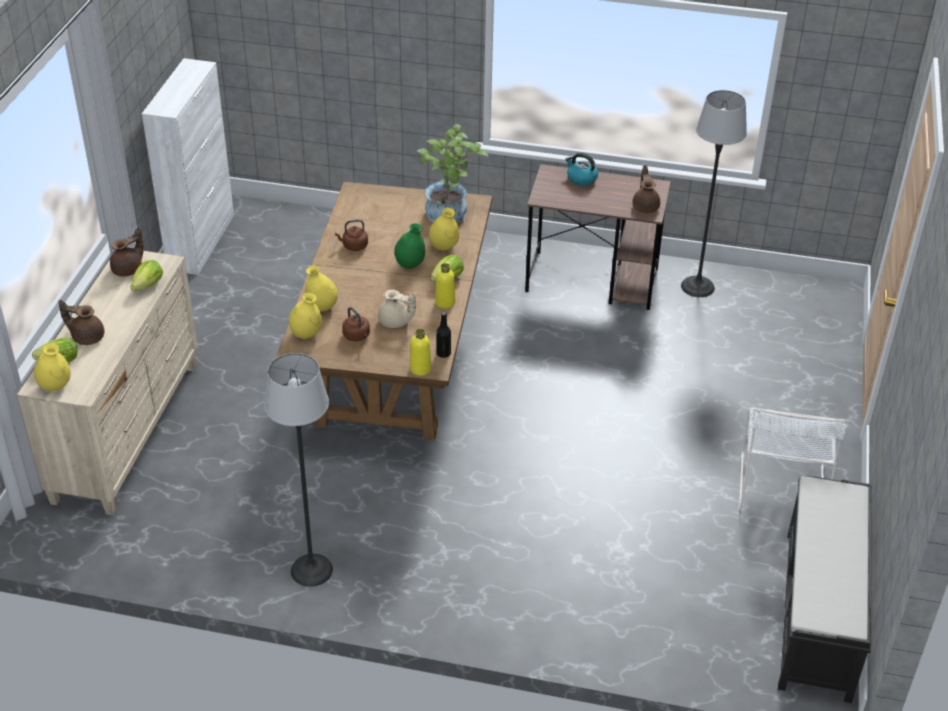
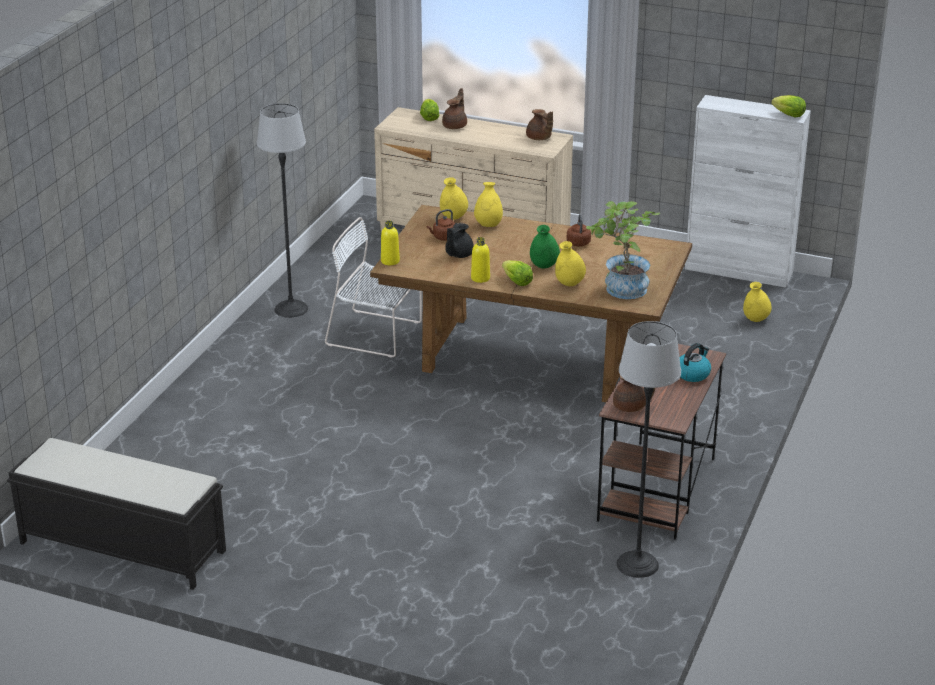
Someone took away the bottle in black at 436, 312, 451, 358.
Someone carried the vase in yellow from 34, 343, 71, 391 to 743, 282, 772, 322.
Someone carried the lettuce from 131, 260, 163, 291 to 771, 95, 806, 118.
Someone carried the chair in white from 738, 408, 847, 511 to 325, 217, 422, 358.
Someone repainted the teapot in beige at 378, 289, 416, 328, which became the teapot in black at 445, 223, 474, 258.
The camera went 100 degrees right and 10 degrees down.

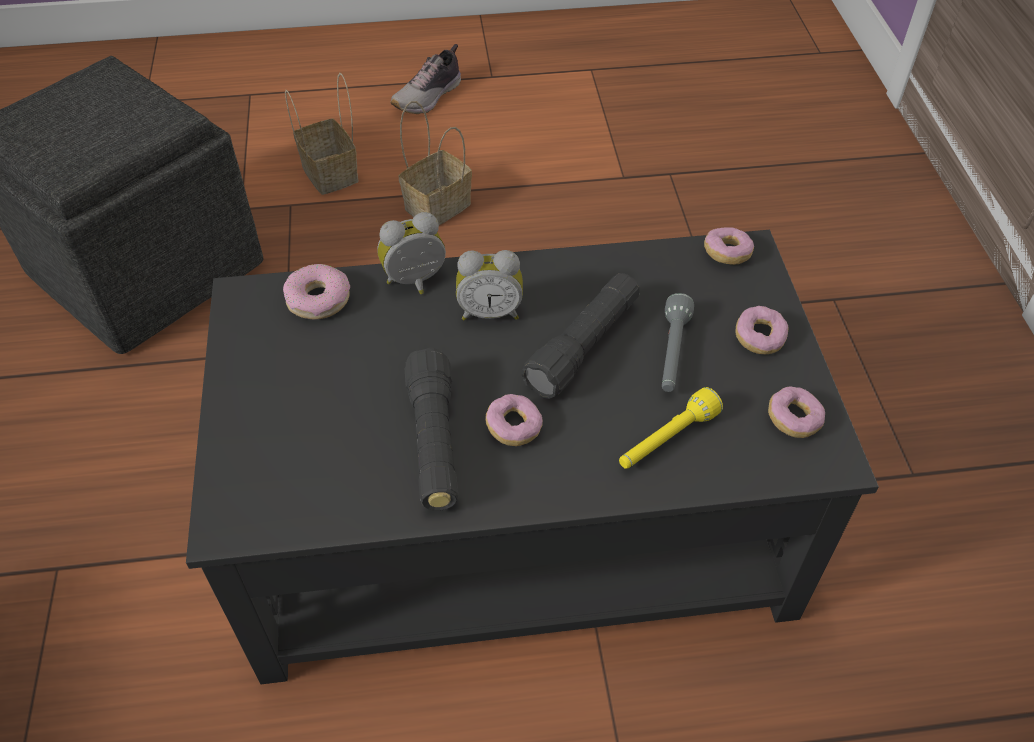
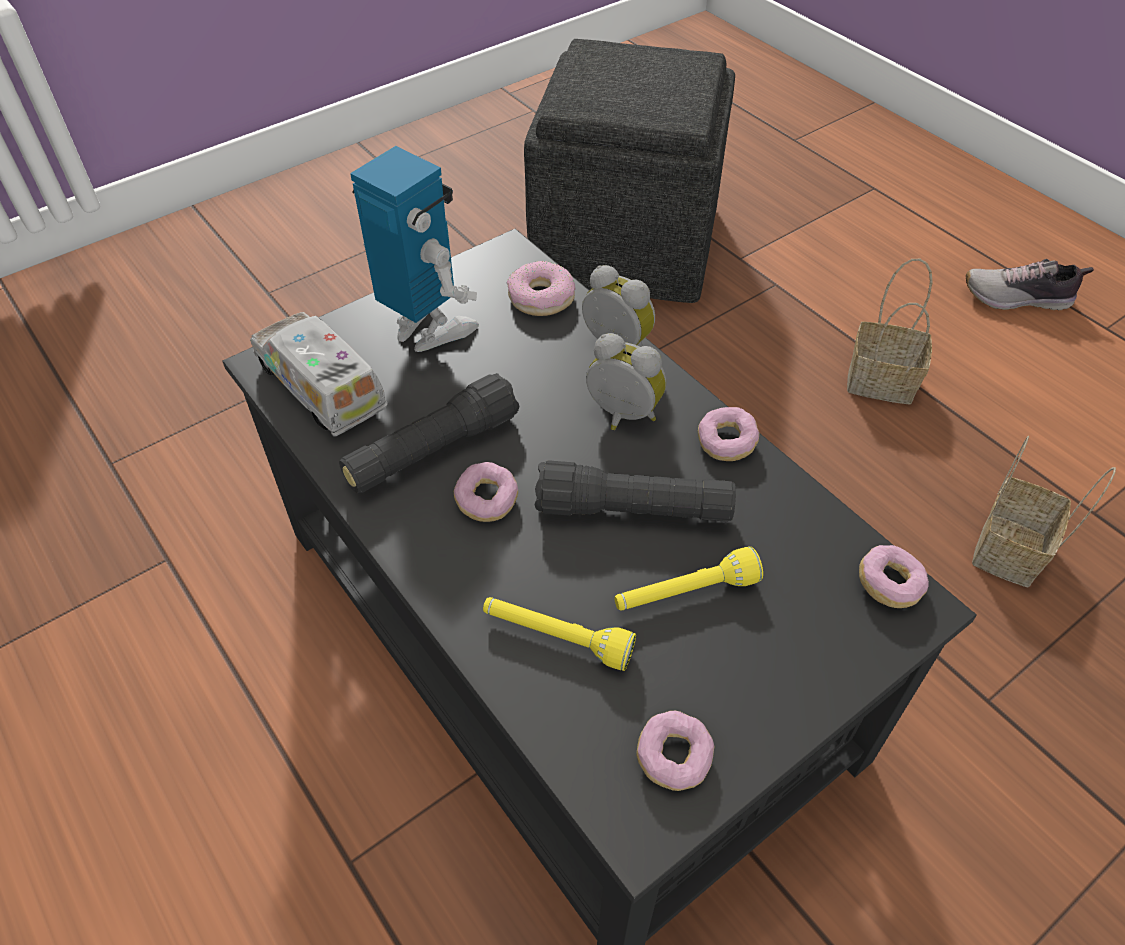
Someone put down the toy truck at 250, 312, 388, 437.
Someone put down the toy robot at 350, 146, 479, 352.
Someone carried the basket from 285, 73, 359, 195 to 972, 436, 1116, 587.
Someone carried the donut from 735, 306, 788, 354 to 698, 407, 759, 461.
Someone repainted the flashlight in grey at 662, 293, 694, 392, which became the flashlight in yellow at 614, 547, 763, 610.
Someone rotated the alarm clock at 456, 250, 523, 320 by 150 degrees clockwise.
The camera went 60 degrees right and 0 degrees up.

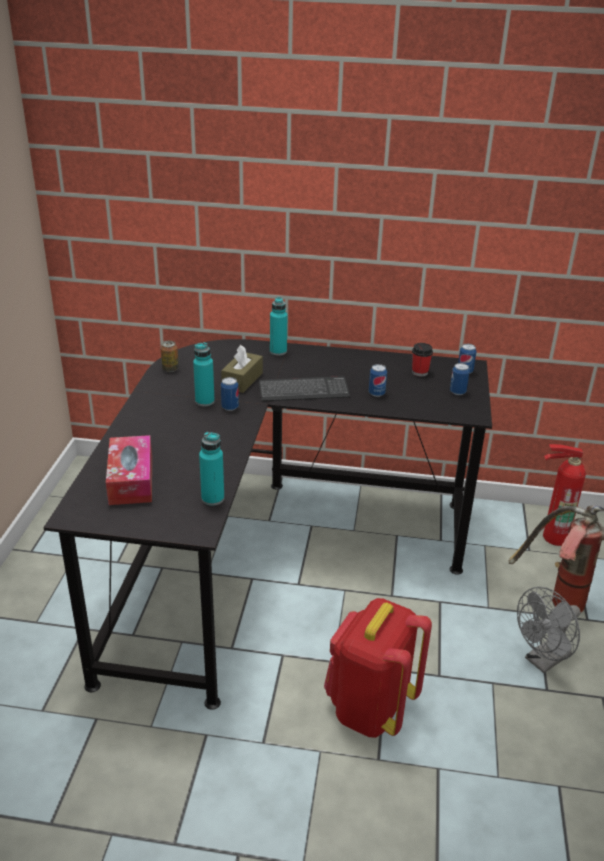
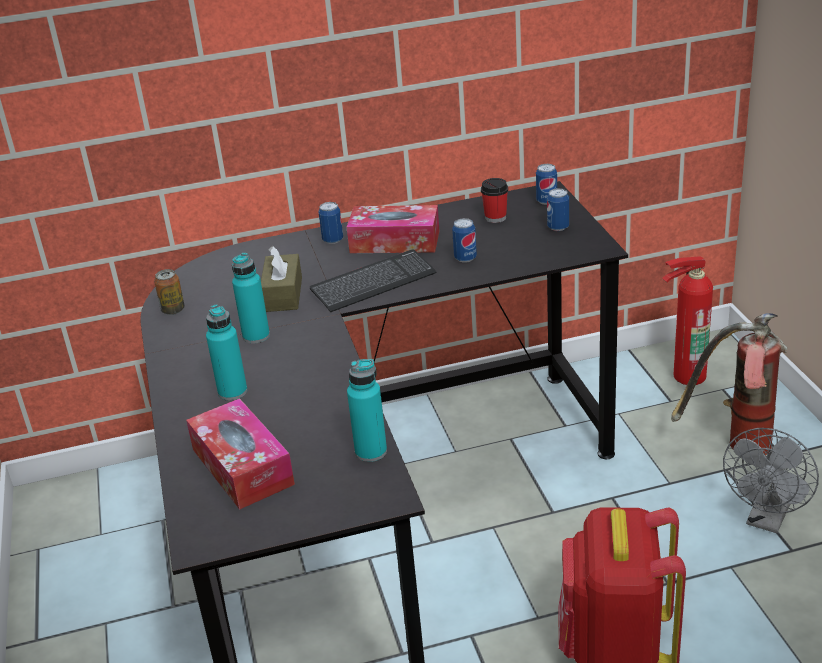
Someone put down the tissue box at 347, 205, 439, 253.
Someone carried the can from 221, 377, 239, 411 to 318, 202, 343, 244.
Someone carried the bottle in turquoise from 270, 297, 287, 356 to 206, 304, 247, 401.
The camera went 20 degrees left and 0 degrees up.

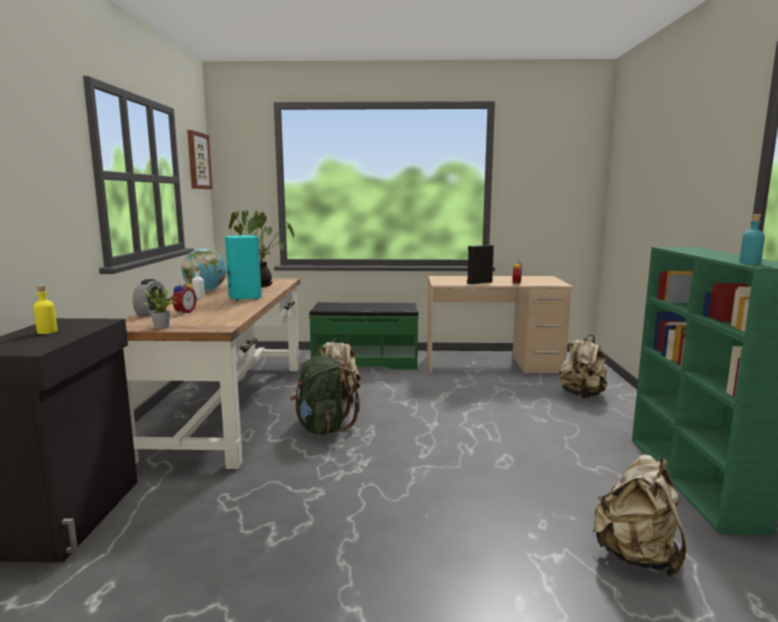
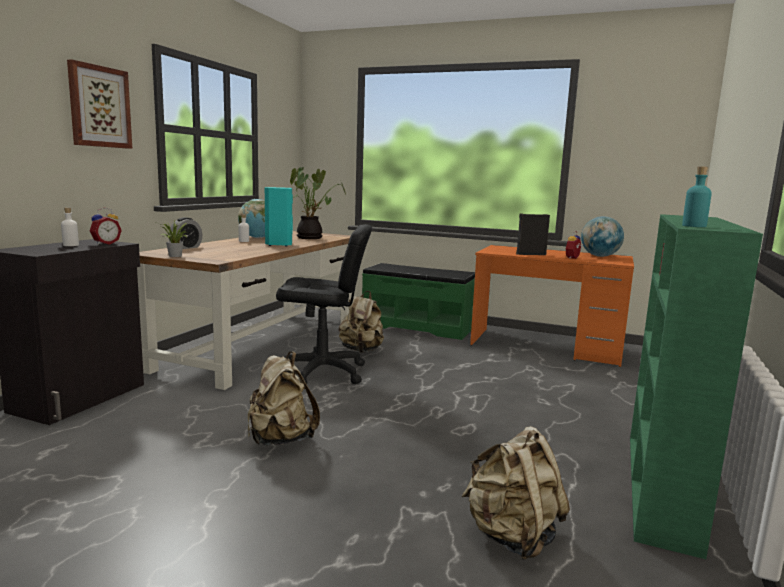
Someone put down the globe at 581, 216, 624, 257.
Someone carried the alarm clock from 171, 278, 197, 314 to 90, 208, 122, 245.
Someone carried the picture from 187, 130, 213, 189 to 67, 59, 132, 149.
Someone carried the backpack in beige from 559, 335, 608, 398 to 247, 351, 320, 445.
Someone swapped the backpack in green at 290, 356, 360, 435 for the office chair in black at 276, 224, 372, 384.
Someone repainted the bottle in yellow at 33, 285, 58, 334, which became the bottle in white at 61, 207, 79, 246.
Someone repainted the desk in beige at 427, 275, 573, 375, which became the desk in orange at 470, 245, 634, 367.
The camera went 20 degrees right and 0 degrees up.

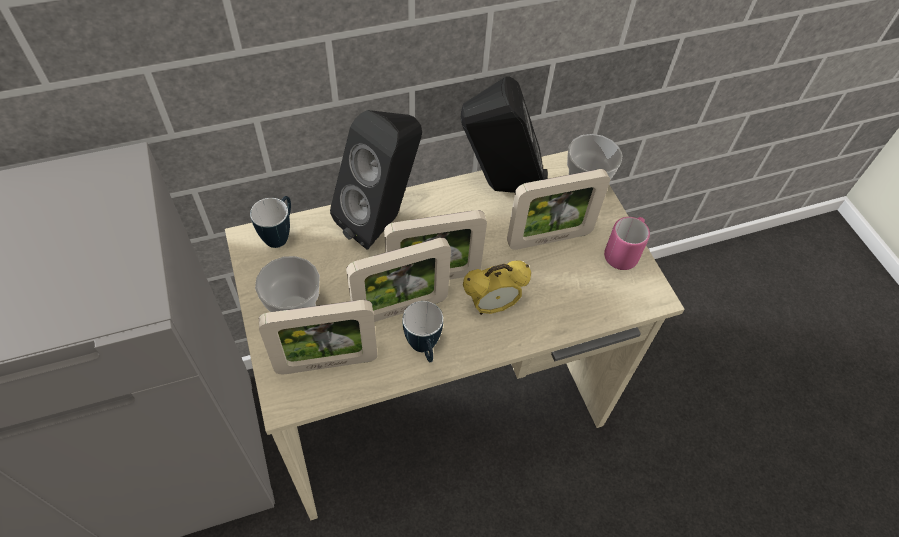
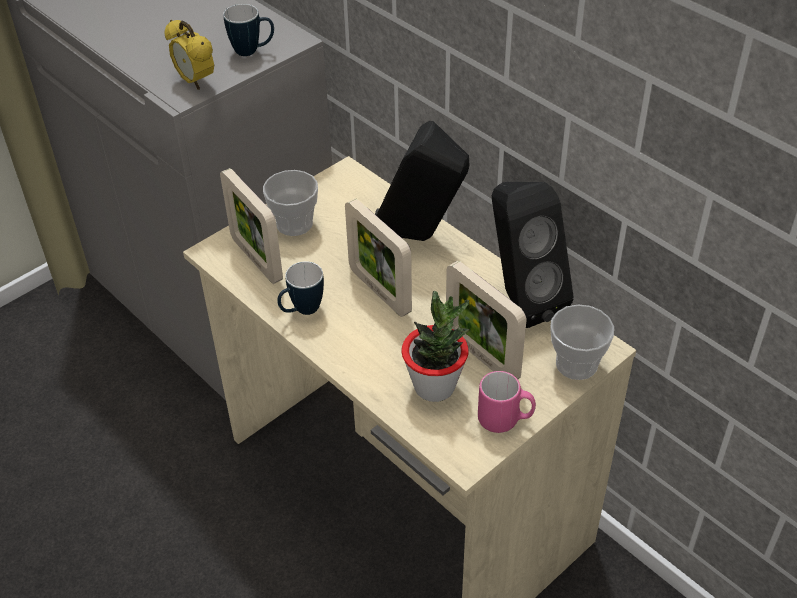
Someone took away the picture frame at 346, 238, 451, 322.
Someone put down the potted plant at 401, 291, 470, 402.
Someone carried the mug from 250, 196, 291, 248 to 223, 4, 274, 56.
Someone carried the alarm clock from 463, 260, 531, 315 to 165, 20, 214, 90.
The camera went 70 degrees right and 10 degrees down.

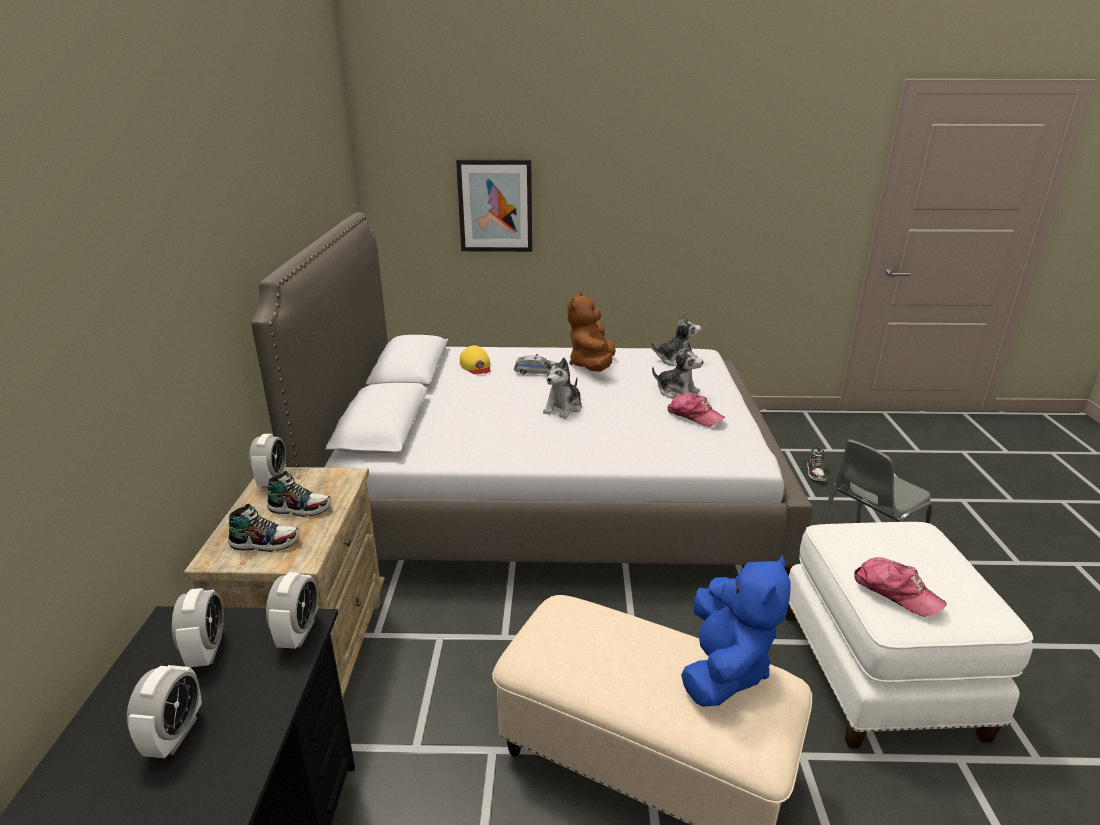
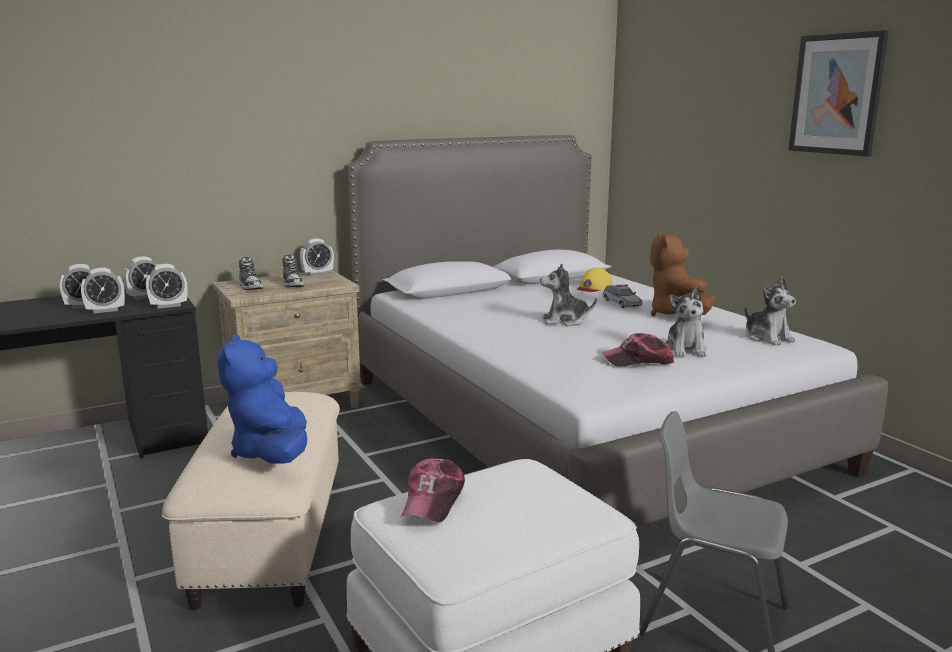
Someone took away the shoe at 807, 447, 826, 482.
Someone put down the alarm clock at 81, 268, 125, 314.
Someone carried the picture from 456, 159, 532, 252 to 788, 30, 889, 156.
Someone rotated the plush toy in brown at 567, 292, 616, 372 by 75 degrees counterclockwise.
Someone rotated the cap at 667, 393, 725, 427 by 75 degrees clockwise.
Someone rotated the plush toy in blue at 681, 555, 791, 707 by 90 degrees clockwise.
The camera went 60 degrees right and 10 degrees down.

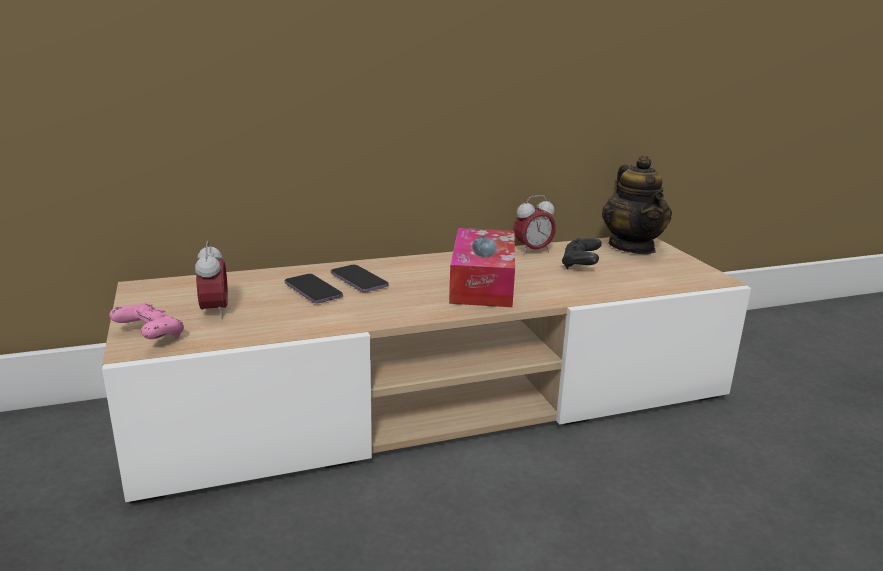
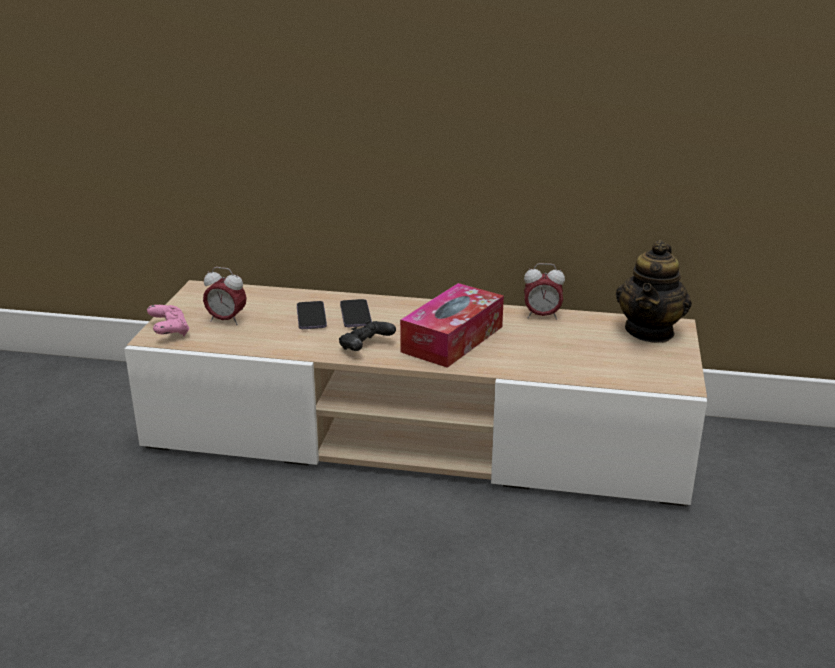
Someone carried the game controller in black from 562, 238, 602, 269 to 339, 320, 396, 351.
Someone rotated the alarm clock at 195, 241, 228, 319 by 90 degrees clockwise.
The camera went 30 degrees right and 5 degrees up.

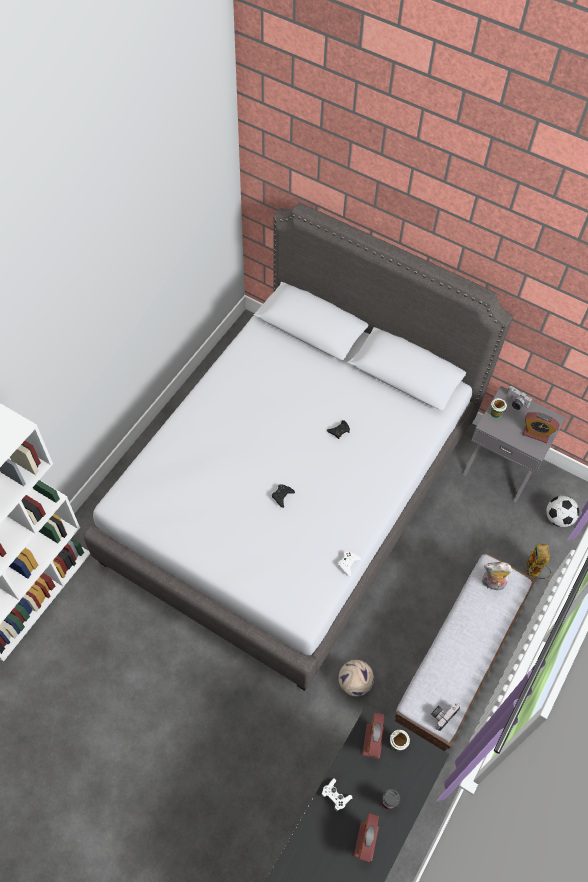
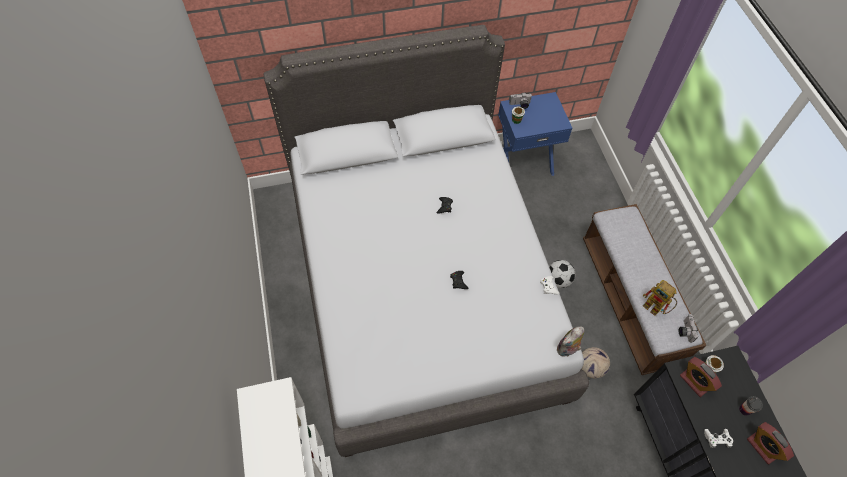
Someone took away the alarm clock at 523, 412, 559, 443.
Someone carried the plush toy from 482, 562, 512, 591 to 557, 326, 584, 357.
Someone carried the toy robot from 525, 544, 551, 579 to 643, 280, 677, 316.
Someone carried the football from 546, 496, 579, 527 to 549, 260, 575, 288.
Someone repainted the nightstand in grey at 463, 386, 566, 502, which became the nightstand in blue at 498, 92, 573, 176.
The camera went 45 degrees left and 0 degrees up.

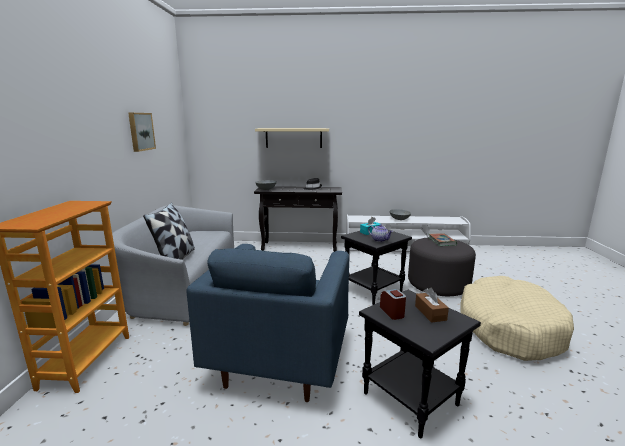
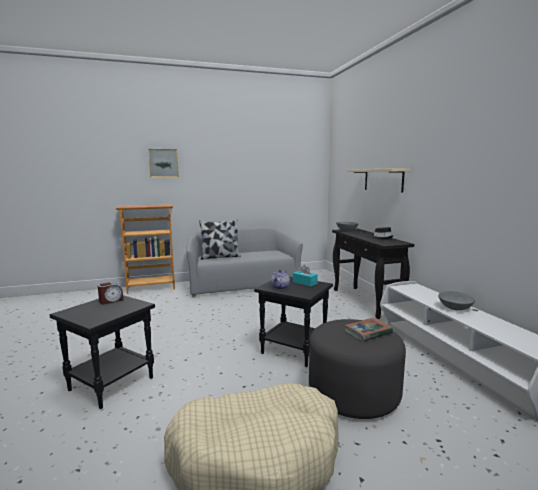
Someone took away the armchair in blue at 187, 244, 349, 402.
Someone took away the tissue box in brown at 415, 288, 449, 323.
Someone carried the picture from 128, 113, 156, 152 to 148, 149, 179, 177.
The camera went 70 degrees right and 5 degrees down.

